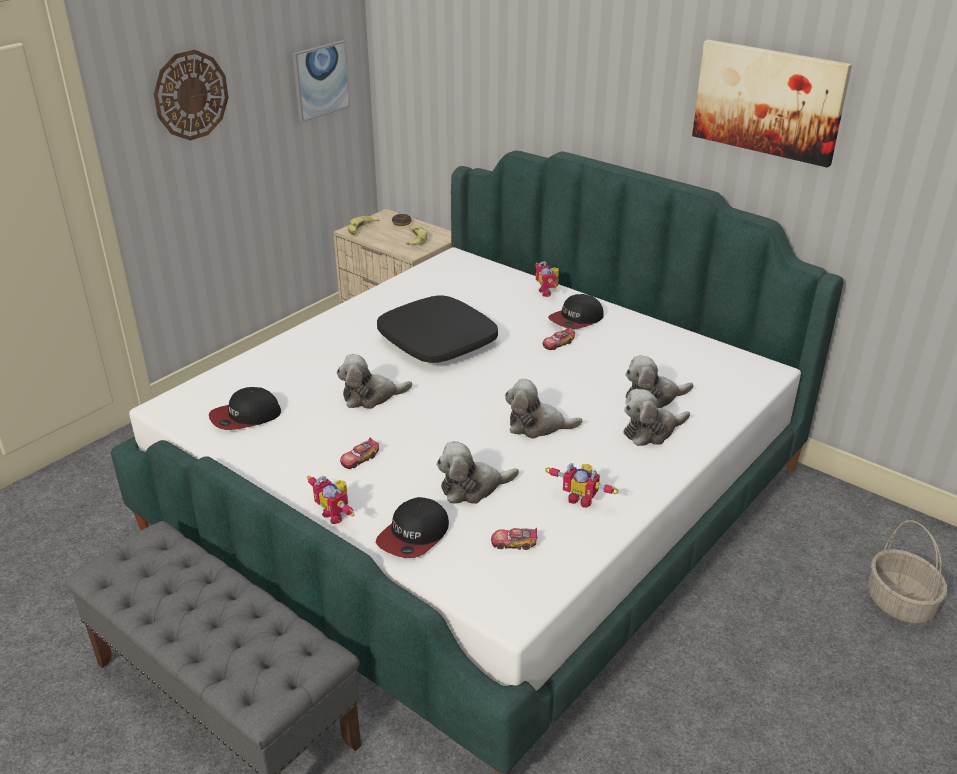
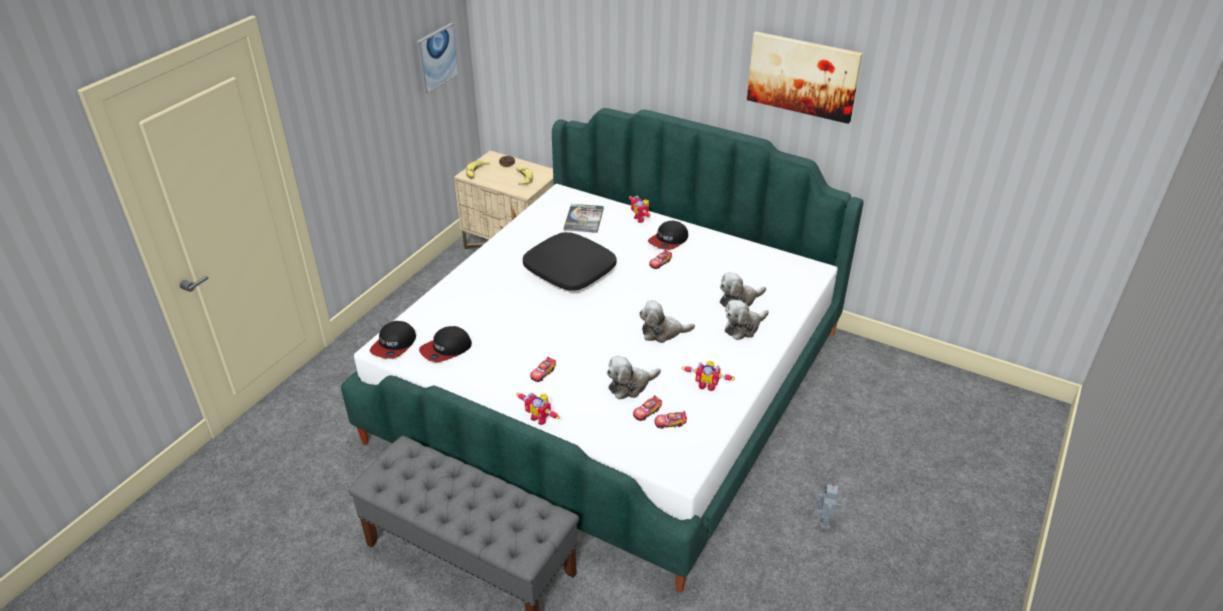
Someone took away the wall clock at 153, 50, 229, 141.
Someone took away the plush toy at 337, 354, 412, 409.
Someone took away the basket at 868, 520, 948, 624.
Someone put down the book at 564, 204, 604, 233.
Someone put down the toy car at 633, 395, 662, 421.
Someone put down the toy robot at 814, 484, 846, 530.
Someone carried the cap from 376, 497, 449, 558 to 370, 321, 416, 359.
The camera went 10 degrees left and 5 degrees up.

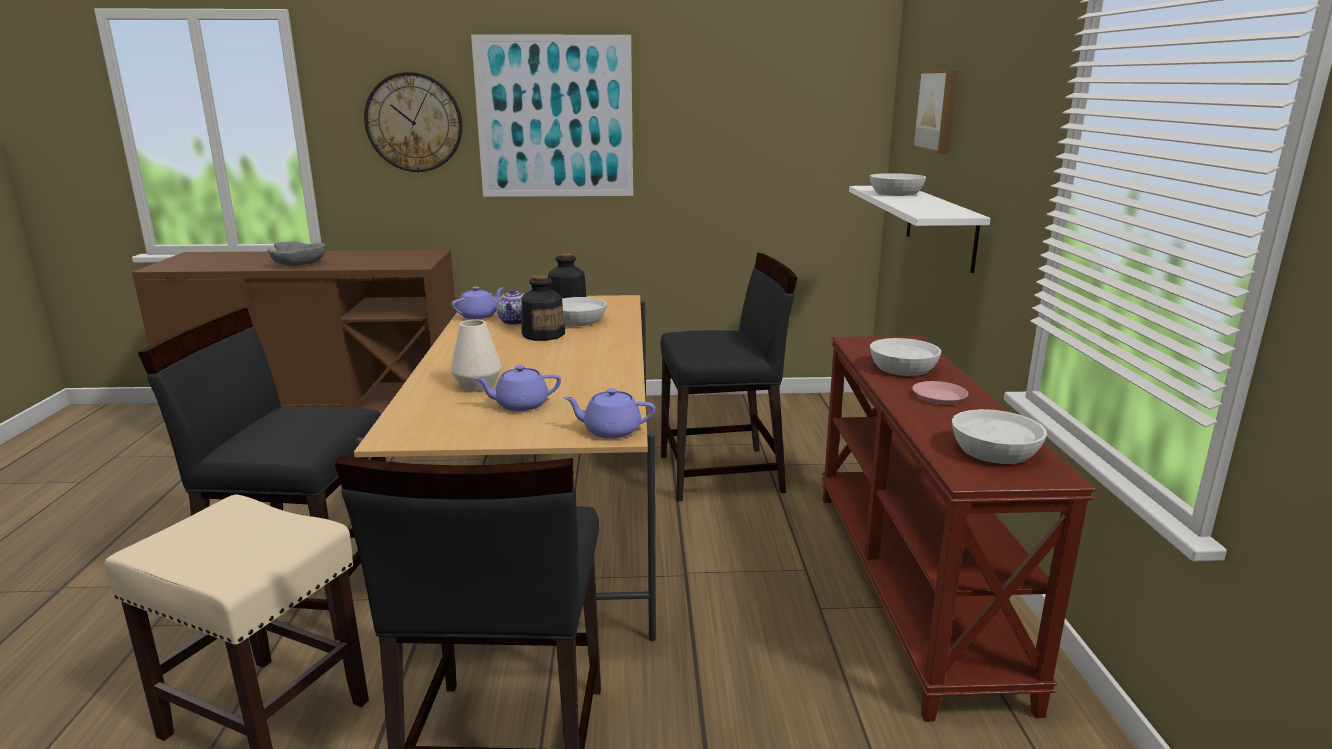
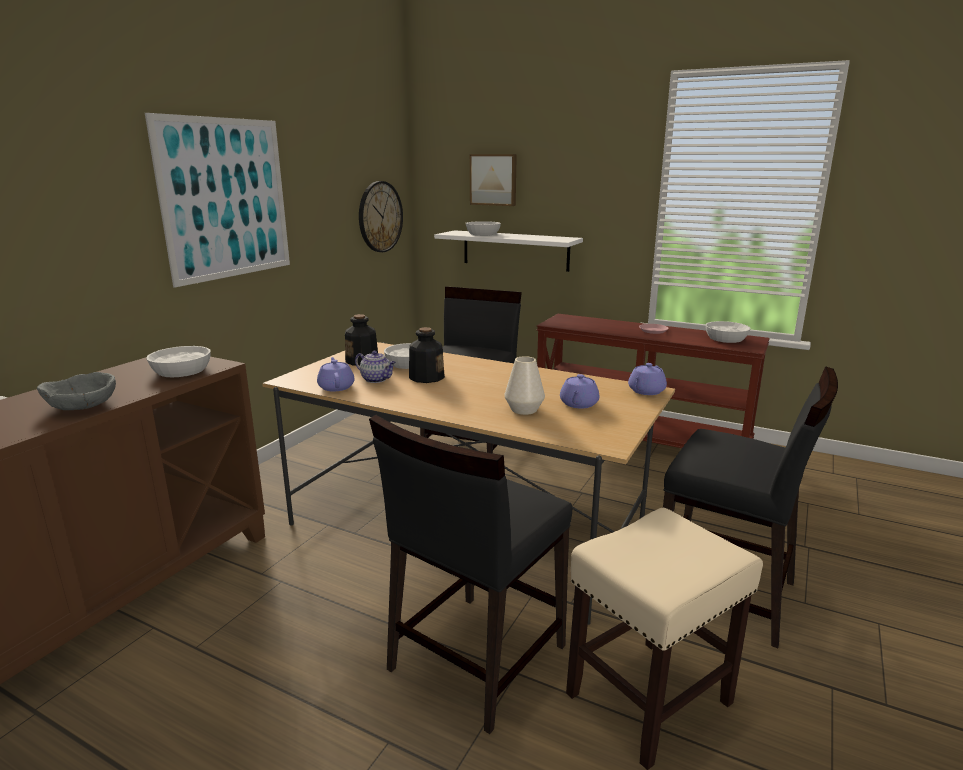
Someone carried the wall clock from 364, 72, 462, 172 to 359, 181, 403, 252.
Someone carried the bowl in white from 870, 338, 941, 376 to 146, 346, 211, 377.
The camera went 60 degrees left and 0 degrees up.

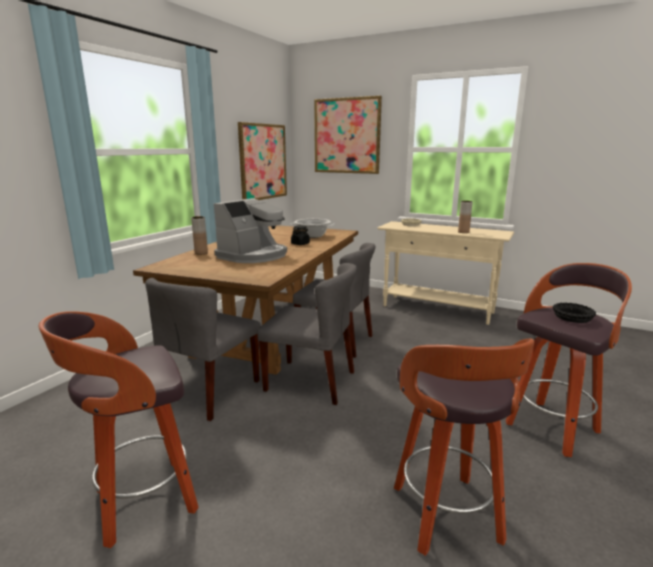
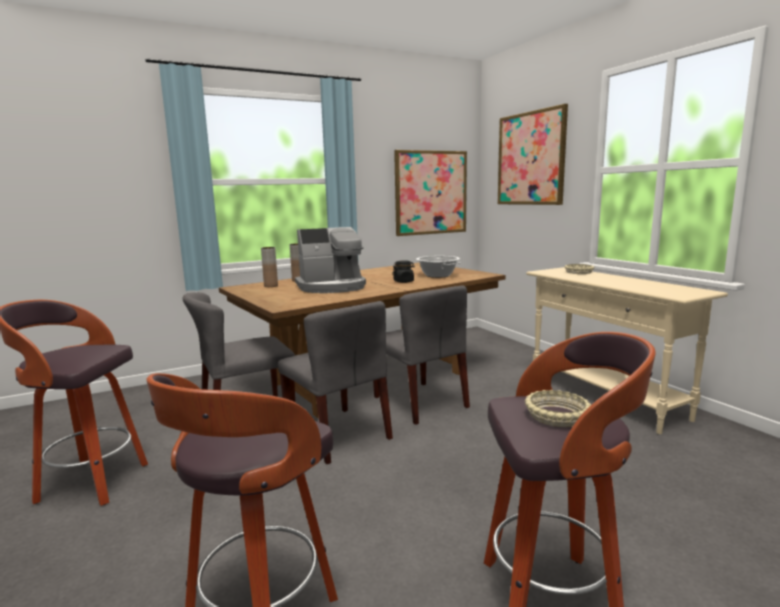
Someone carried the vase in brown from 458, 201, 473, 233 to 261, 247, 278, 287.
Someone repainted the bowl in black at 553, 303, 596, 323, which became the bowl in beige at 525, 390, 591, 427.
The camera went 35 degrees right and 5 degrees down.

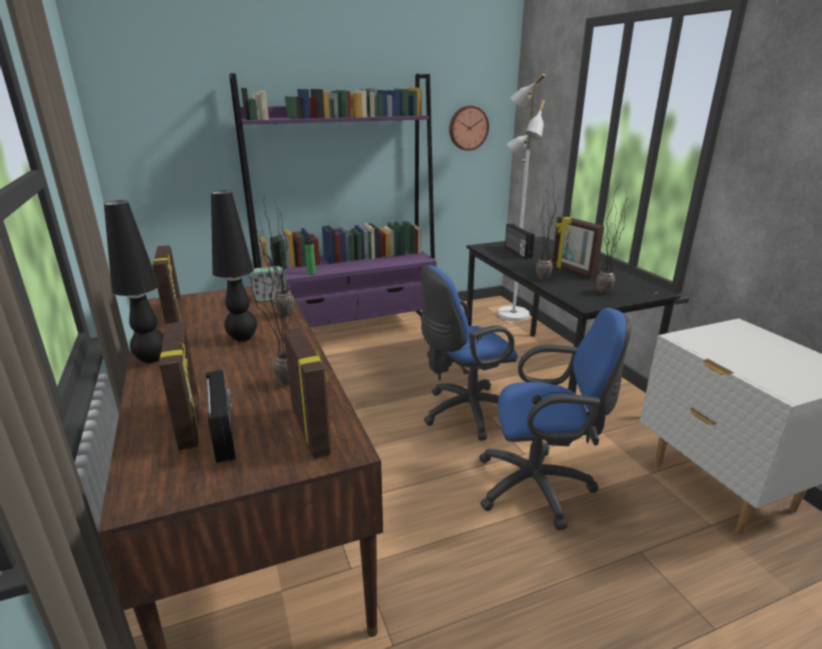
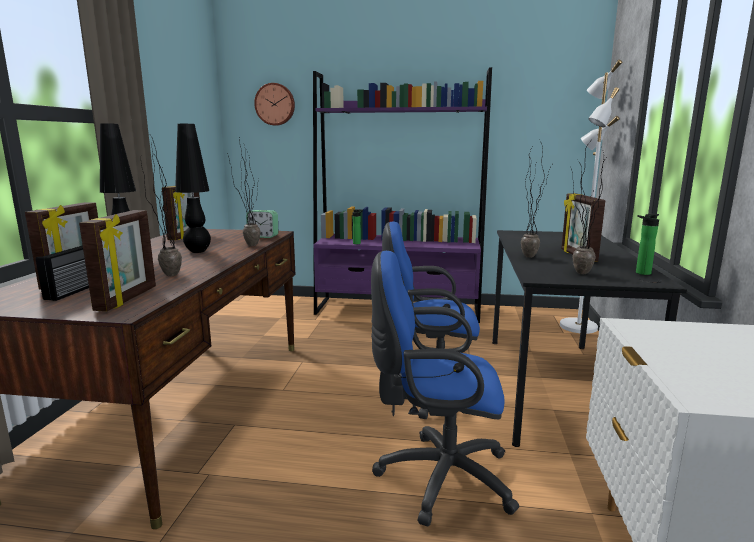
Someone took away the radio at 505, 224, 535, 259.
Someone put down the bottle at 636, 214, 659, 275.
Someone carried the wall clock from 449, 106, 489, 151 to 254, 83, 295, 126.
Someone rotated the office chair in blue at 479, 308, 631, 530 by 150 degrees clockwise.
The camera went 30 degrees right and 10 degrees down.

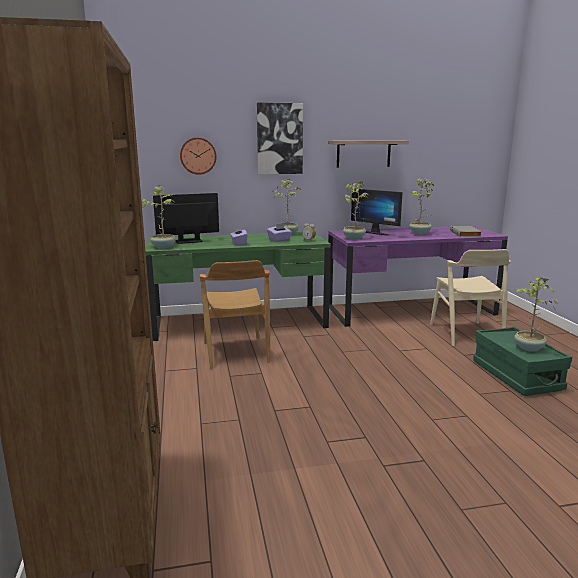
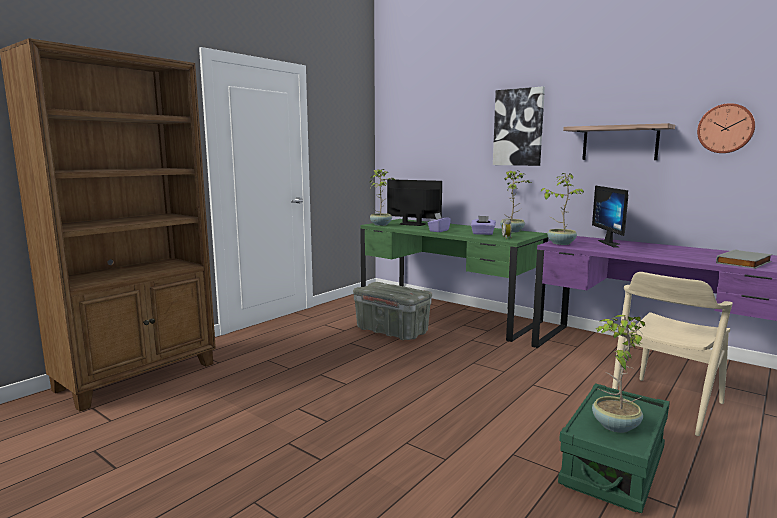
Someone took away the potted plant at 409, 179, 434, 235.
Someone carried the wall clock from 180, 137, 216, 175 to 697, 103, 755, 153.
Someone swapped the chair in brown at 200, 260, 270, 369 for the storage box in grey at 353, 282, 432, 340.
The camera went 50 degrees right and 5 degrees down.

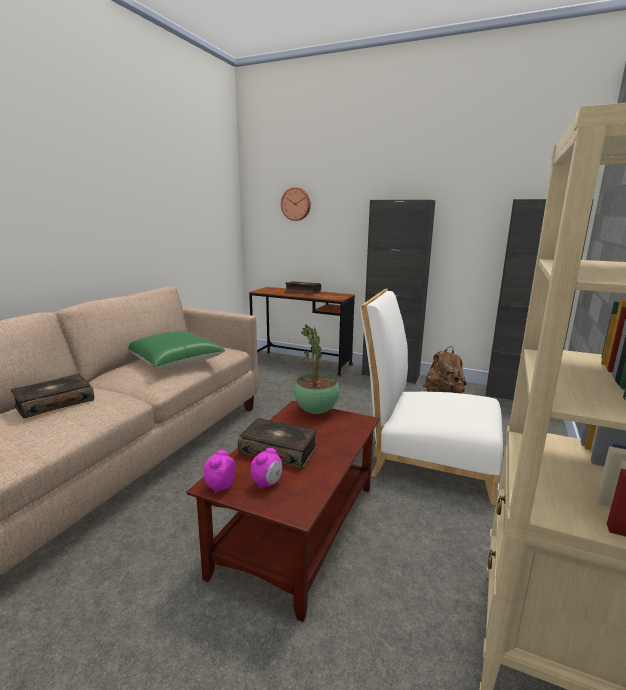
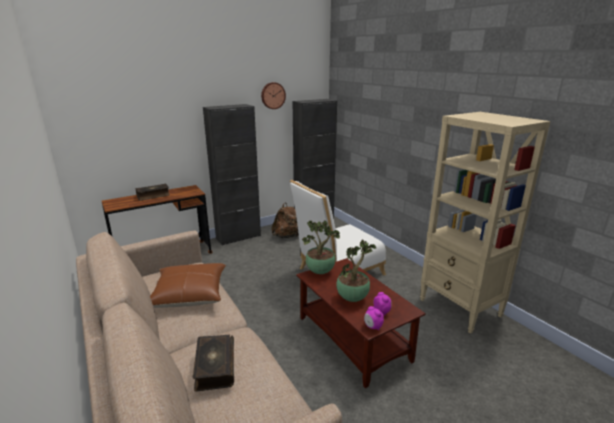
Someone carried the wall clock from 281, 187, 311, 221 to 261, 82, 286, 109.
Someone swapped the book at 238, 418, 317, 469 for the potted plant at 336, 240, 376, 302.
Someone repainted the pillow in green at 128, 331, 225, 370, which became the pillow in brown at 150, 263, 226, 308.
The camera went 55 degrees left and 5 degrees up.

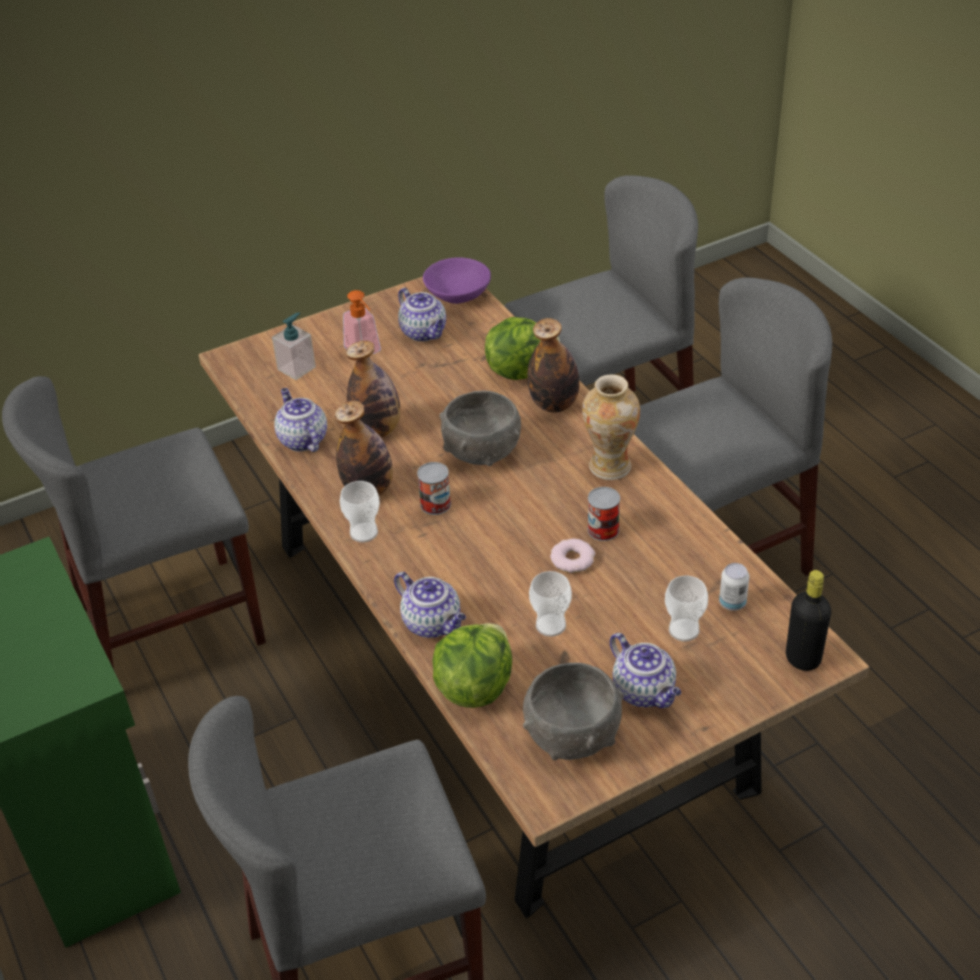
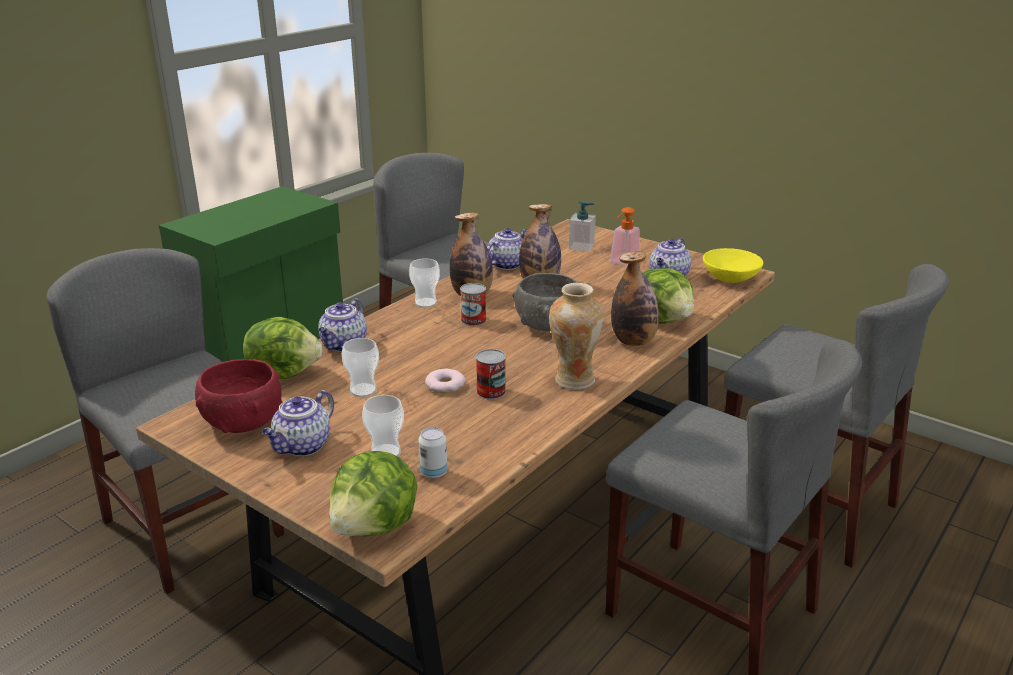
Someone swapped the bottle in black at 786, 570, 831, 671 for the lettuce at 329, 451, 418, 537.
Someone repainted the bowl in purple at 423, 258, 491, 304, which became the bowl in yellow at 703, 248, 763, 283.
Someone repainted the bowl in grey at 523, 663, 624, 760, which became the bowl in red at 195, 359, 282, 433.
The camera went 65 degrees right and 15 degrees down.

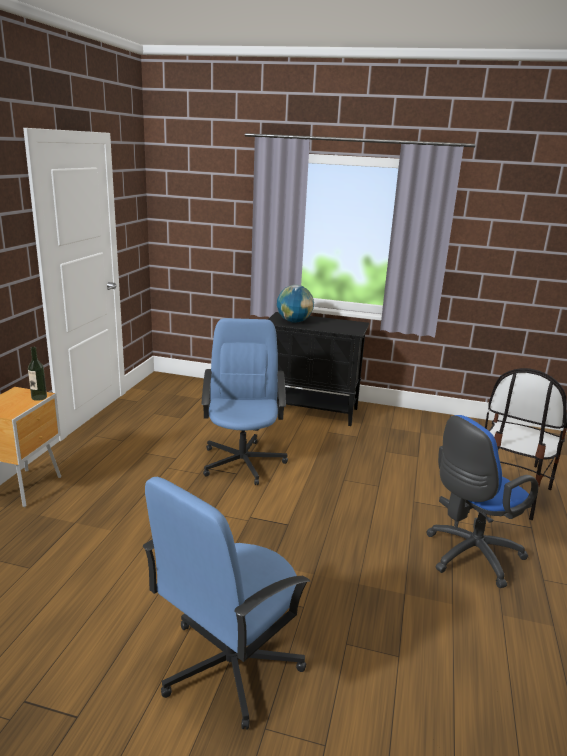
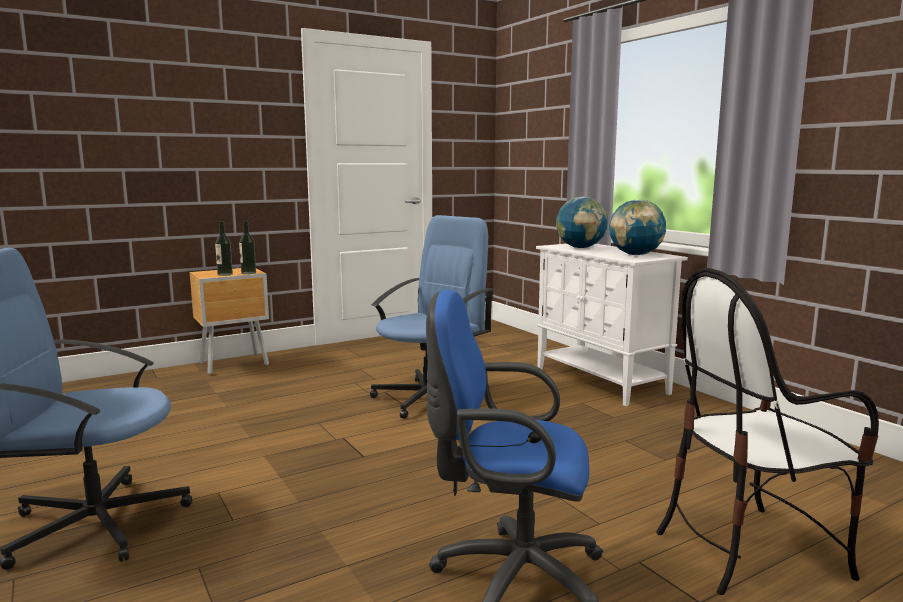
Someone put down the bottle at 215, 221, 233, 276.
Someone put down the globe at 609, 199, 666, 255.
Someone repainted the cabinet in black at 268, 312, 369, 426, which became the cabinet in white at 536, 244, 688, 406.
The camera went 45 degrees right and 10 degrees down.

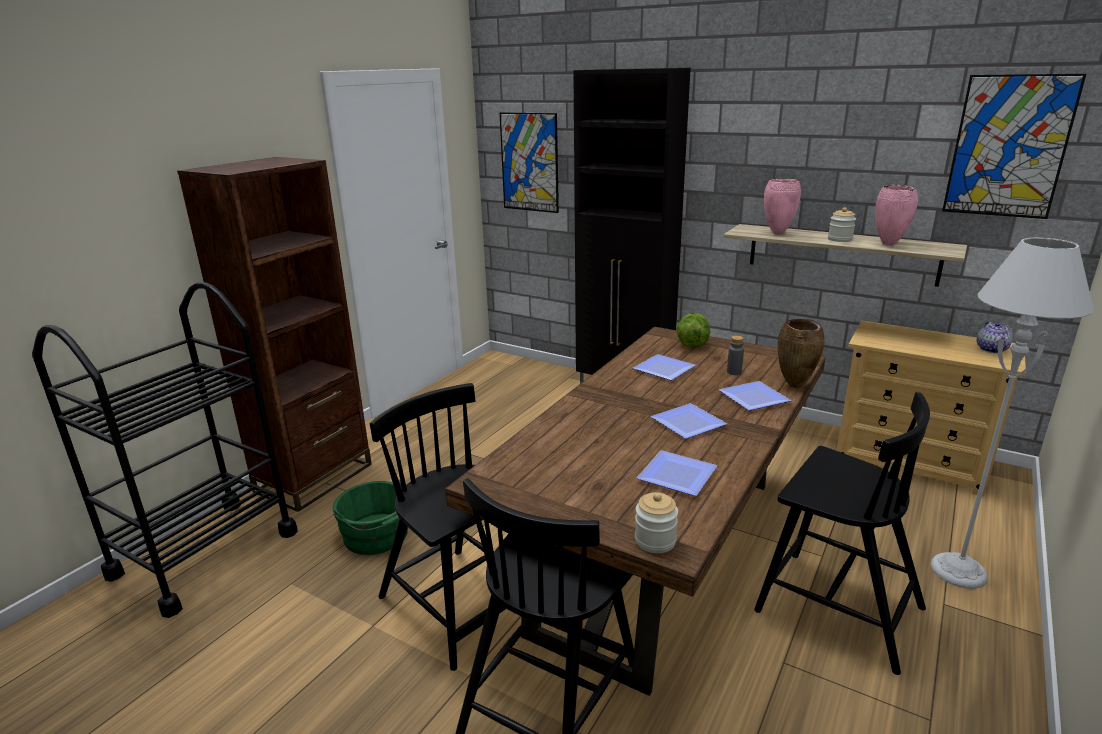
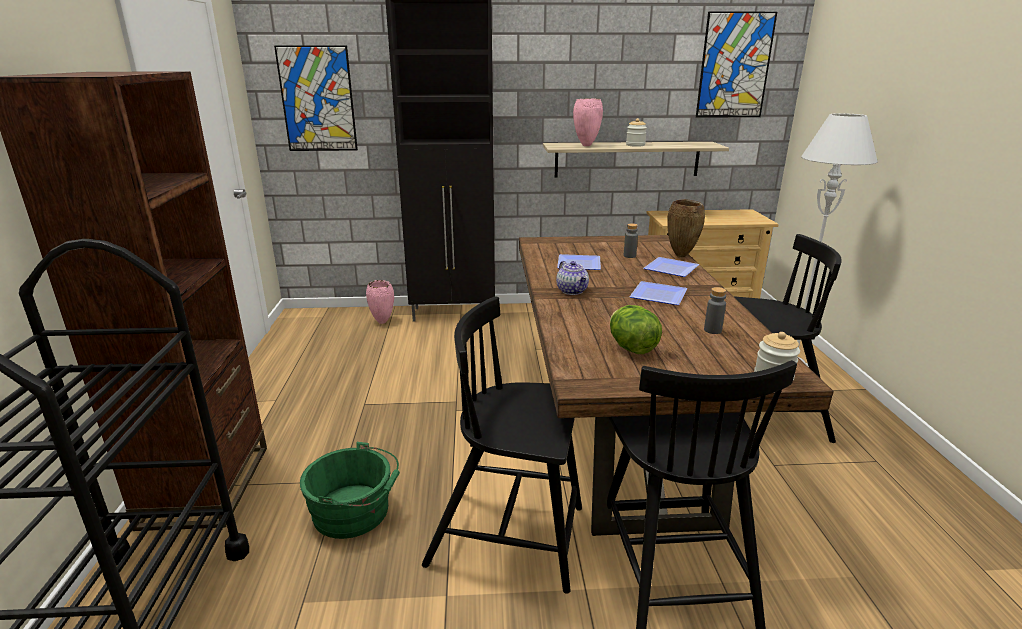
Someone carried the lettuce from 677, 313, 710, 348 to 610, 305, 662, 354.
Someone carried the vase in pink from 875, 185, 918, 246 to 366, 280, 394, 324.
Someone carried the teapot from 977, 321, 1012, 353 to 556, 261, 589, 295.
Someone swapped the plate at 637, 450, 717, 496 for the bottle in grey at 704, 287, 726, 334.
The camera went 35 degrees left and 0 degrees up.

